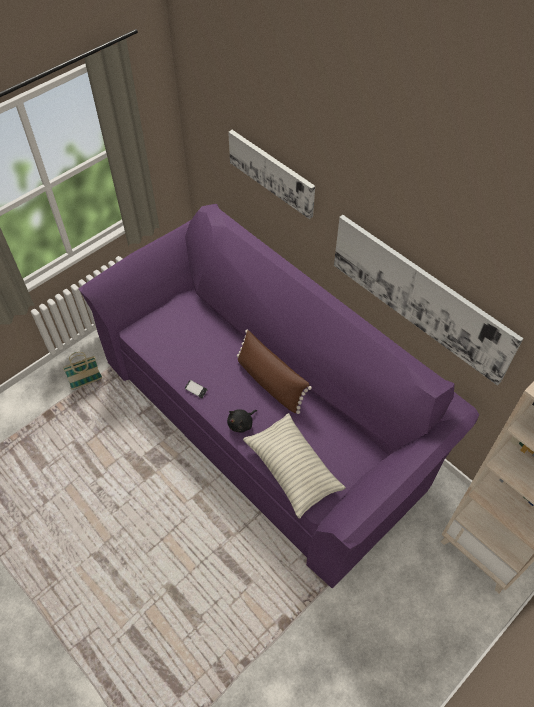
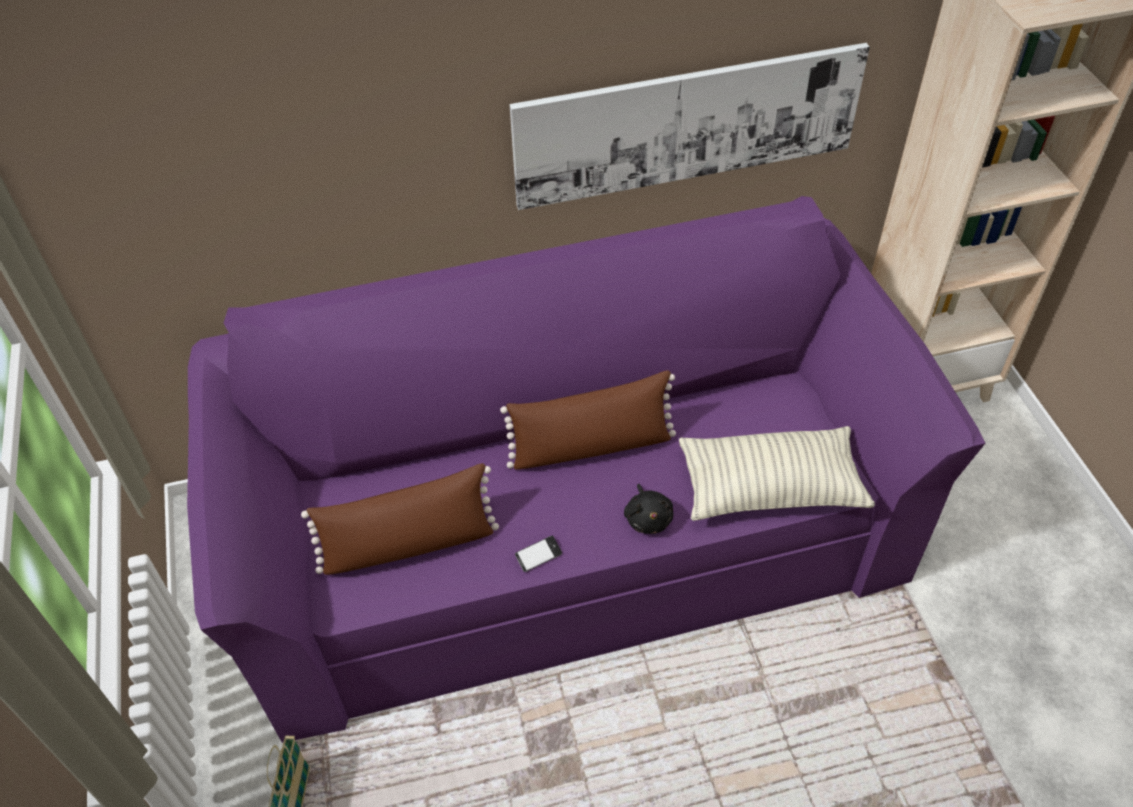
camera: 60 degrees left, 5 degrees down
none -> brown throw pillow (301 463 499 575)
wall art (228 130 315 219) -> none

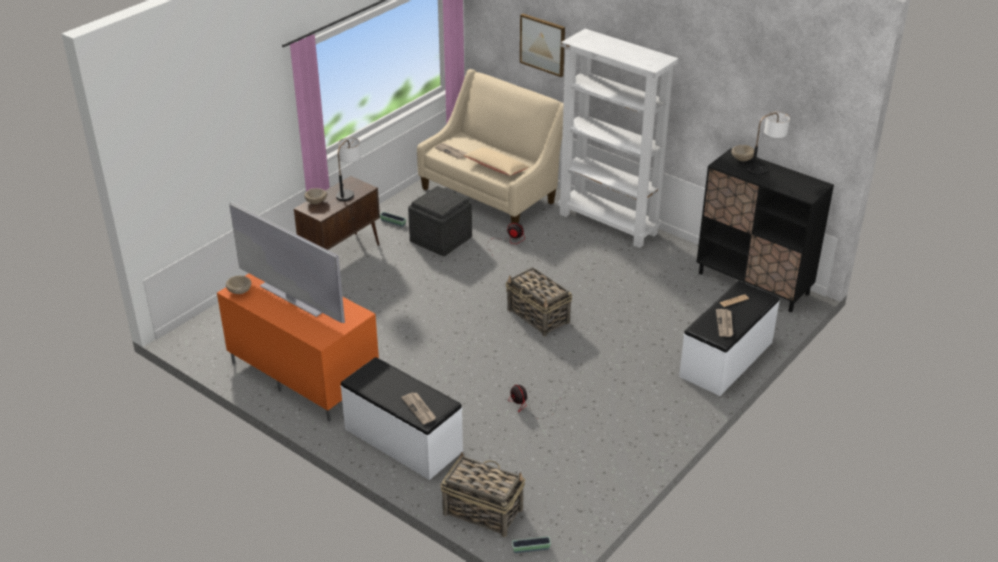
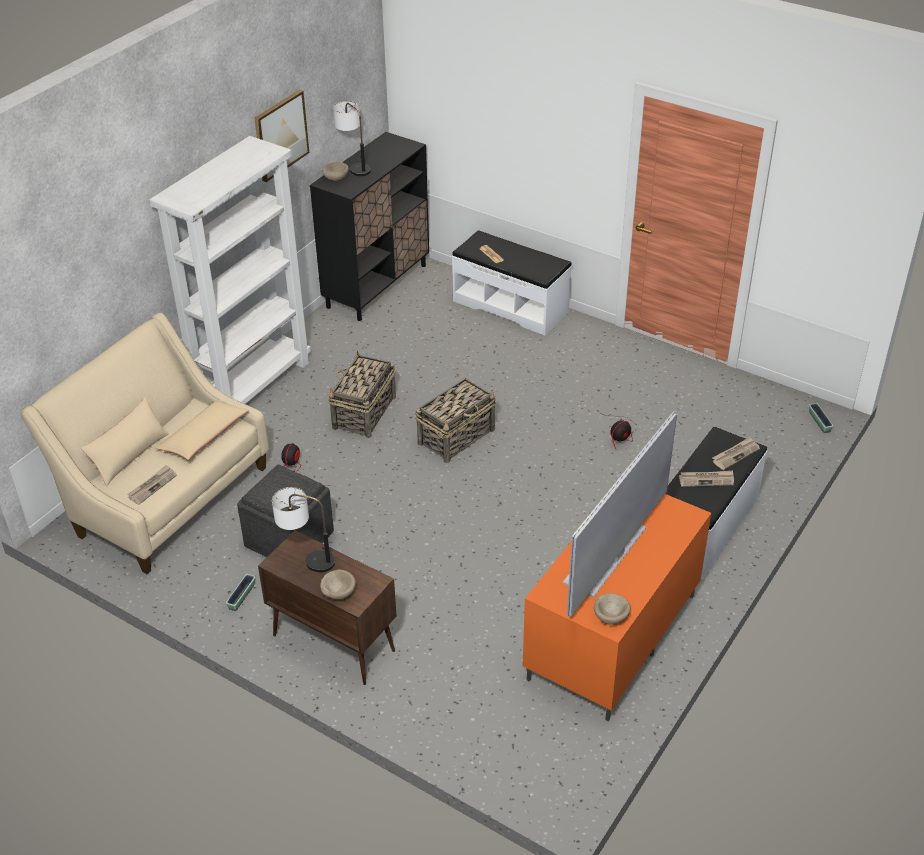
camera: 95 degrees left, 5 degrees up
none -> beige throw pillow (81 397 169 486)
wall art (520 13 565 77) -> wall art (254 90 309 182), relocated
basket (440 452 525 537) -> basket (328 351 396 438), relocated
printed paper (716 309 733 337) -> printed paper (679 471 734 487), relocated

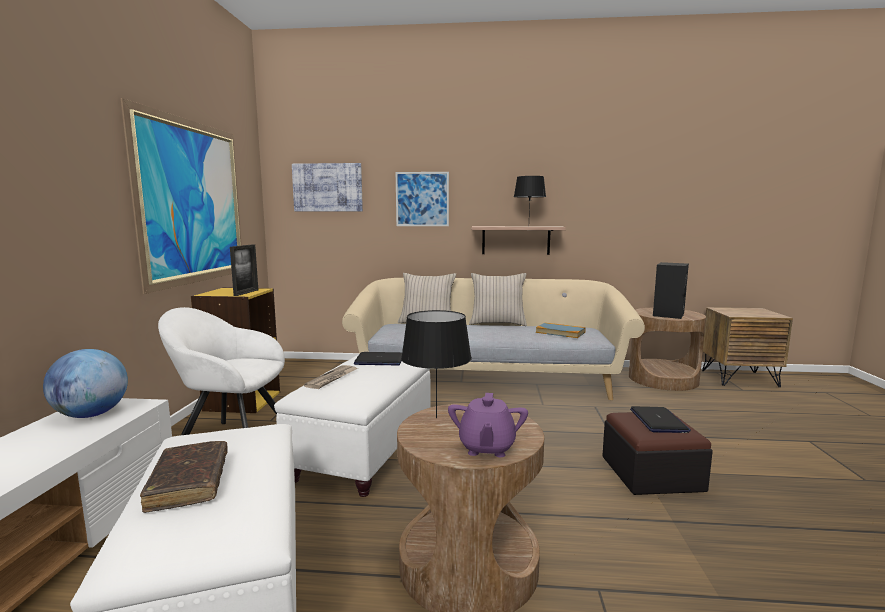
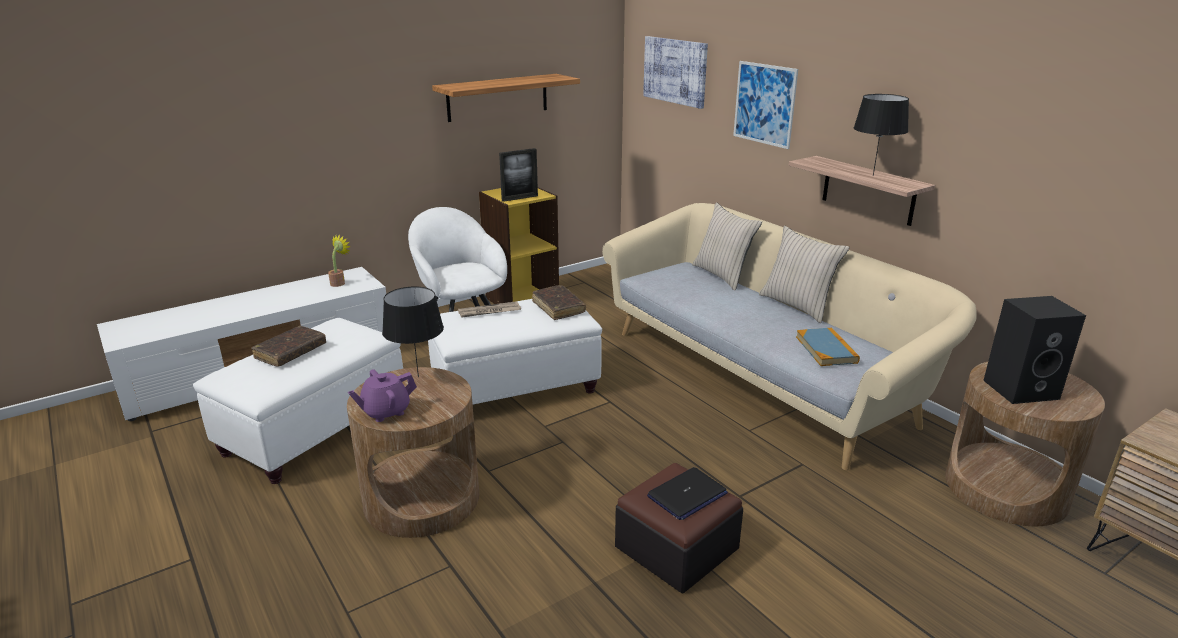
camera: 50 degrees right, 15 degrees up
world globe (43 349 128 418) -> houseplant (328 234 351 287)
wall art (121 98 242 294) -> bracket shelf (432 74 580 122)
laptop (354 352 402 365) -> brown bound book (532 285 586 320)

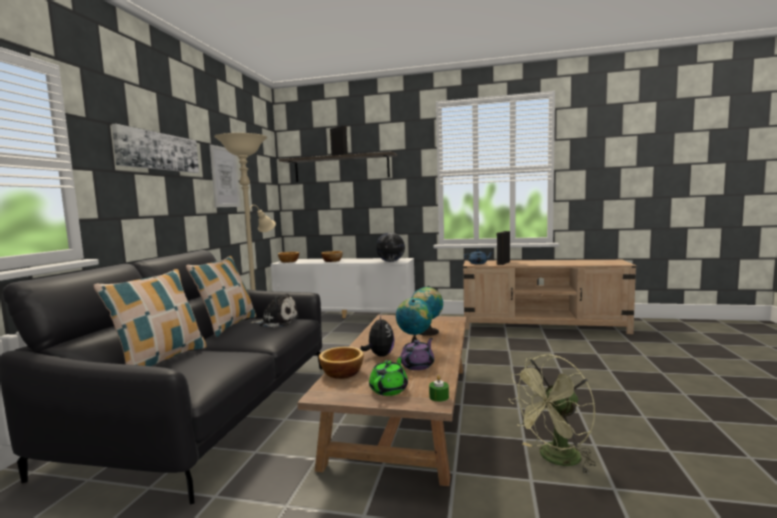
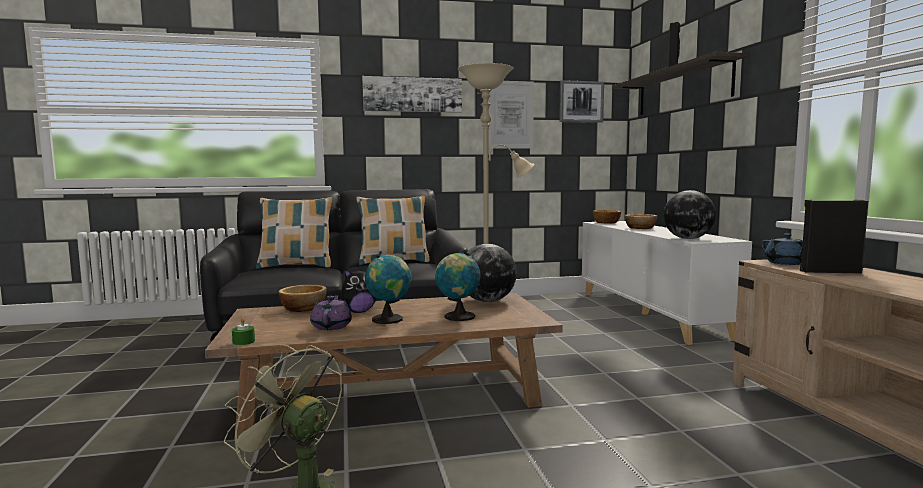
camera: 65 degrees right, 0 degrees up
purple-coloured teapot (401 338 434 370) -> purple-coloured teapot (310 295 352 330), 105 degrees counterclockwise
none -> world globe (467 244 517 302)
none -> wall art (559 80 604 123)
cuddly toy (250 294 299 327) -> none
green-coloured teapot (369 356 408 396) -> none

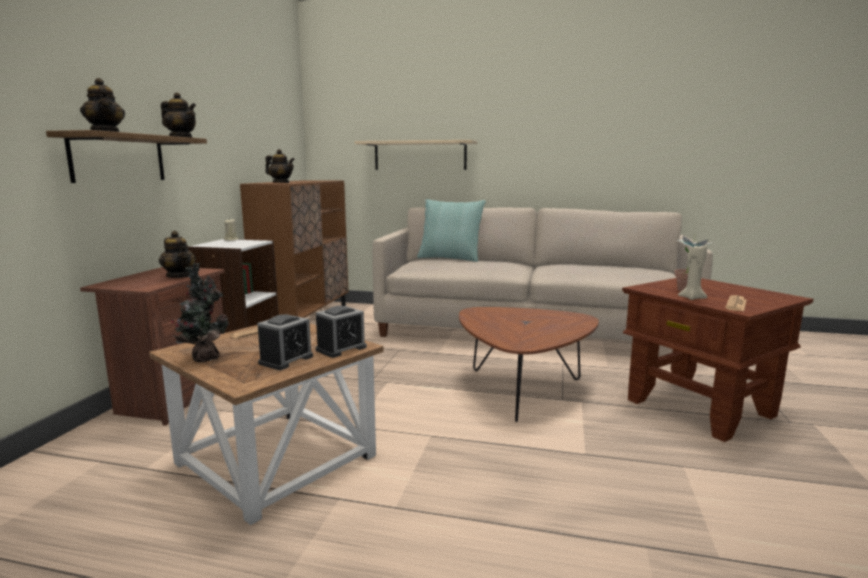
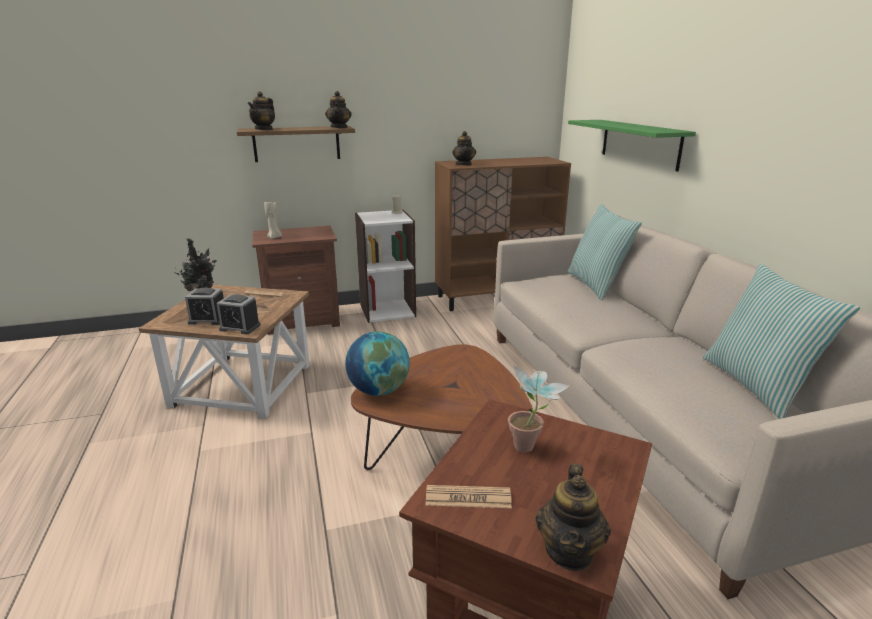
camera: 60 degrees right, 10 degrees up
beige wax candle (678 245 707 300) -> beige wax candle (264 202 282 239), relocated
none -> world globe (345 331 410 396)
teapot (159 231 196 278) -> teapot (536 463 611 571), relocated
beige bracket shelf (355 140 477 170) -> green-coloured bracket shelf (568 120 696 172)
none -> throw pillow (703 264 860 419)

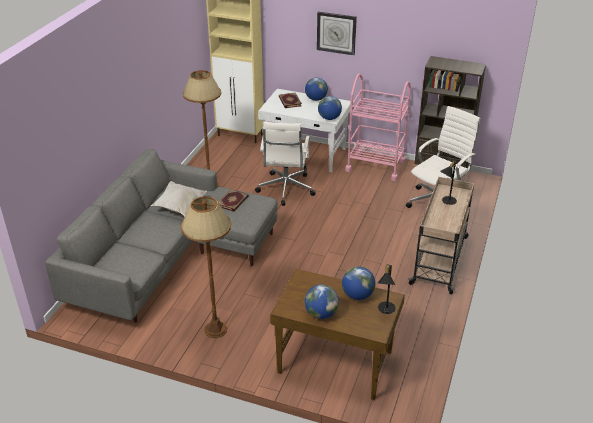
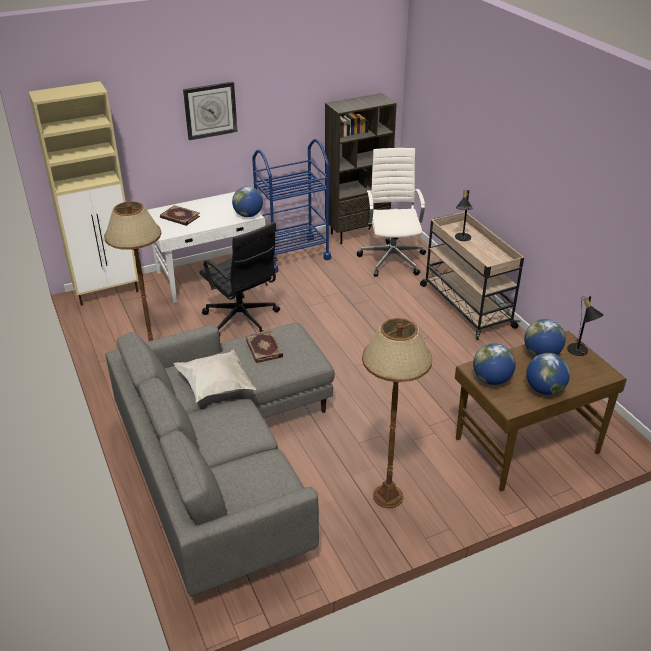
camera: 45 degrees left, 0 degrees up
white-coloured office chair (255 122 316 206) -> black office chair (199 222 280 336)
pink wheeled cart (345 74 411 181) -> bluish wheeled cart (252 139 331 273)
world globe (305 78 328 101) -> world globe (473 343 516 385), relocated

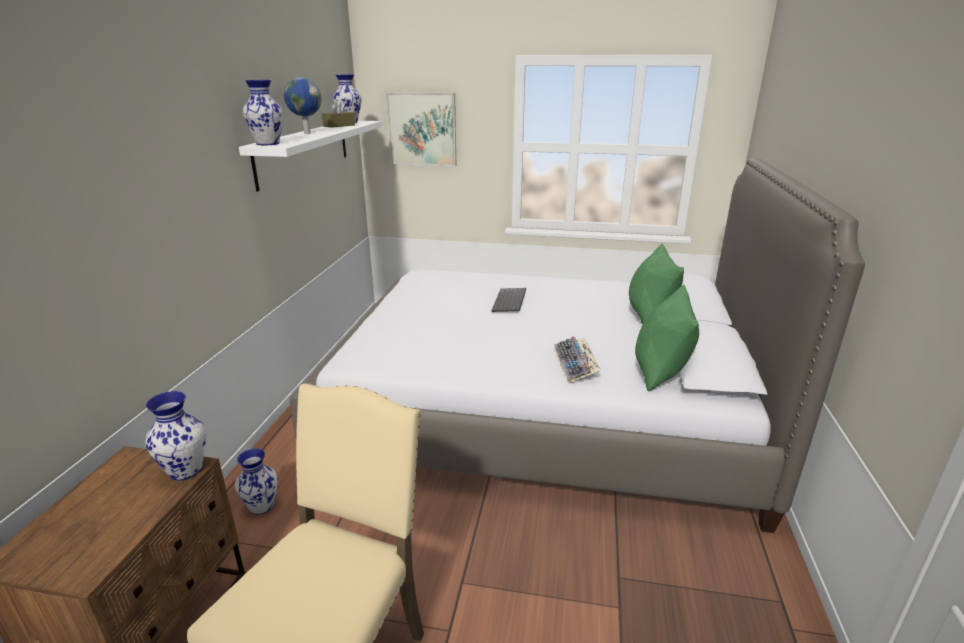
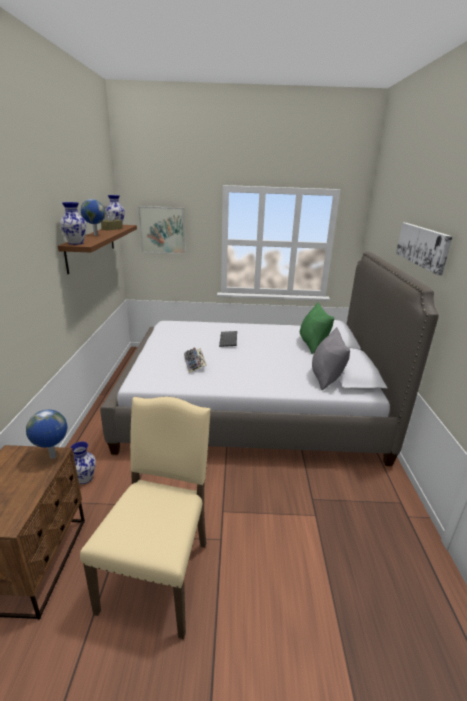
camera: 10 degrees left, 0 degrees up
decorative vase (145 391 206 481) -> world globe (26 410 68 459)
white-coloured bracket shelf (239 121 381 192) -> brown bracket shelf (58 225 137 274)
keyboard (554 336 601 383) -> keyboard (184 347 207 373), relocated
green-coloured throw pillow (635 284 699 391) -> gray throw pillow (312 327 350 390)
none -> wall art (396 223 453 275)

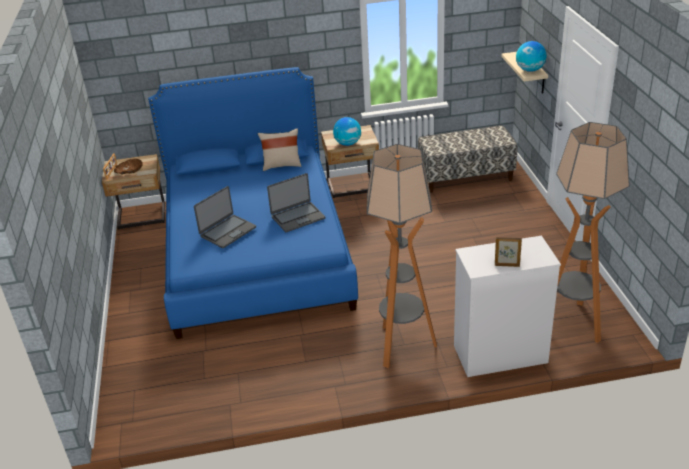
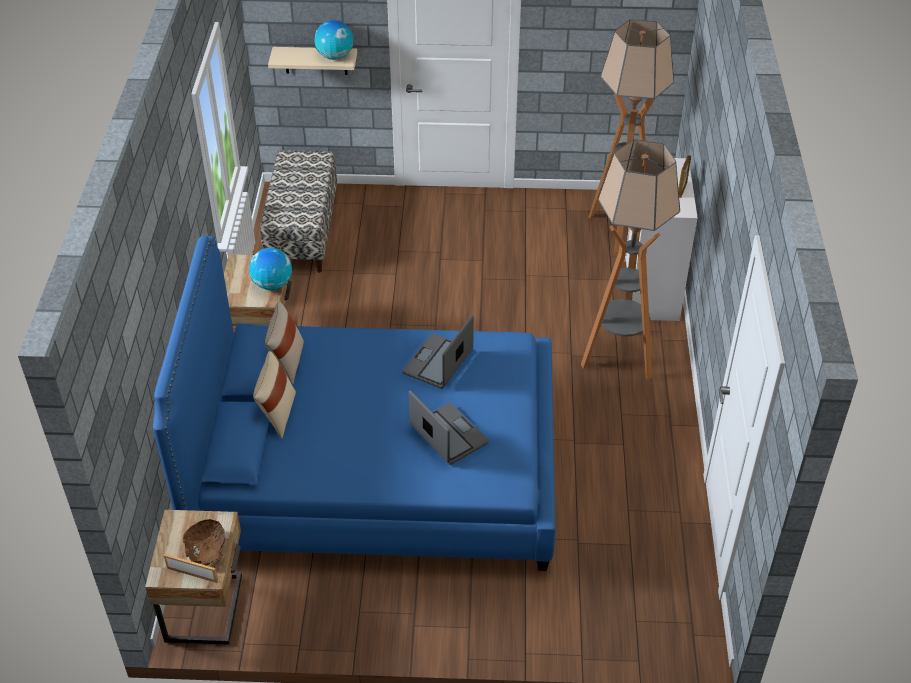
camera: 80 degrees left, 10 degrees up
none -> beige throw pillow (253 351 296 438)
laptop (267 173 326 232) -> laptop (402 315 474 389), 135 degrees counterclockwise

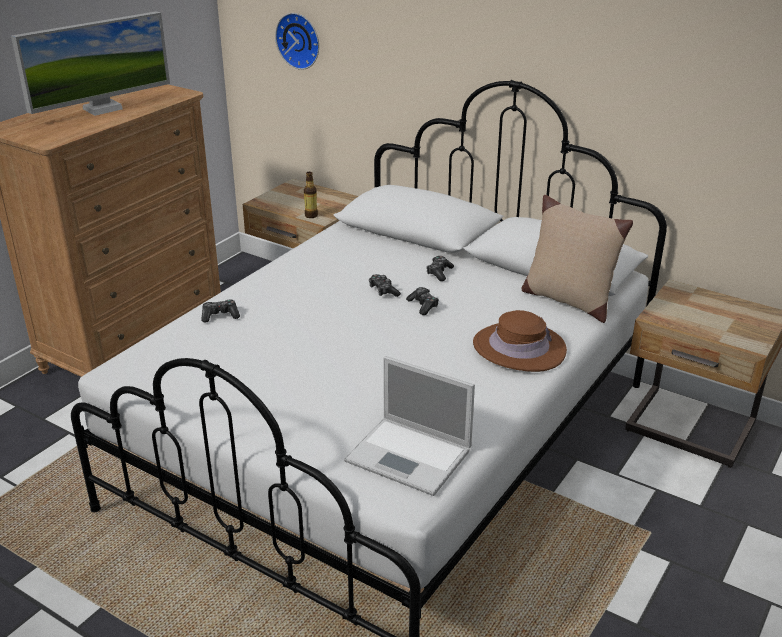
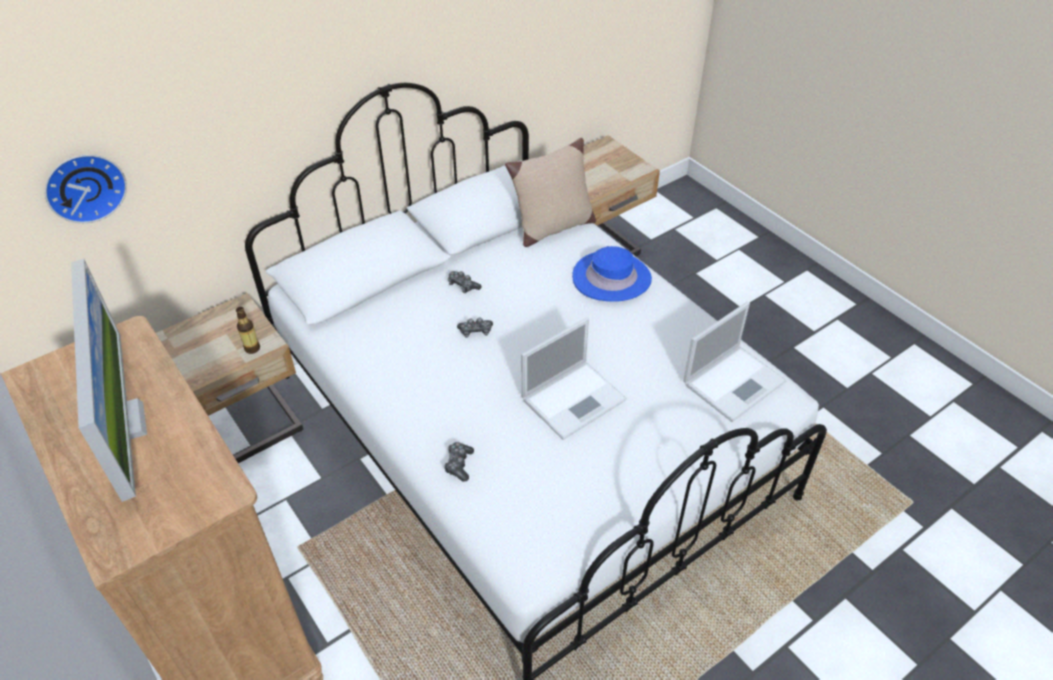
camera: 70 degrees left, 15 degrees up
none -> laptop (521 317 627 440)
brown clothing hat (473 310 567 372) -> bluish clothing hat (572 246 652 302)
joypad (406 287 439 315) -> none

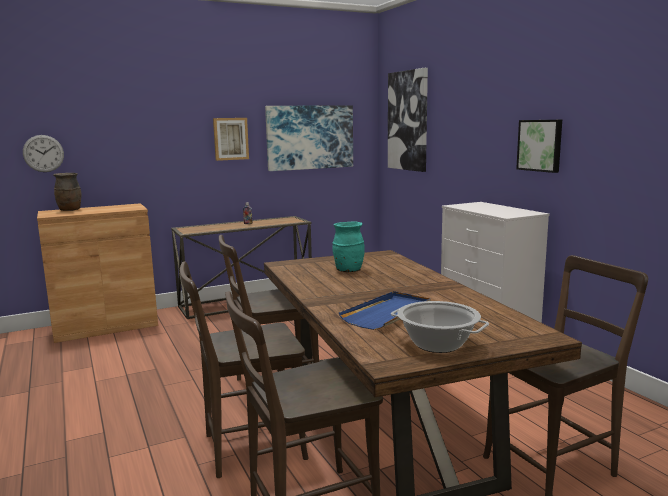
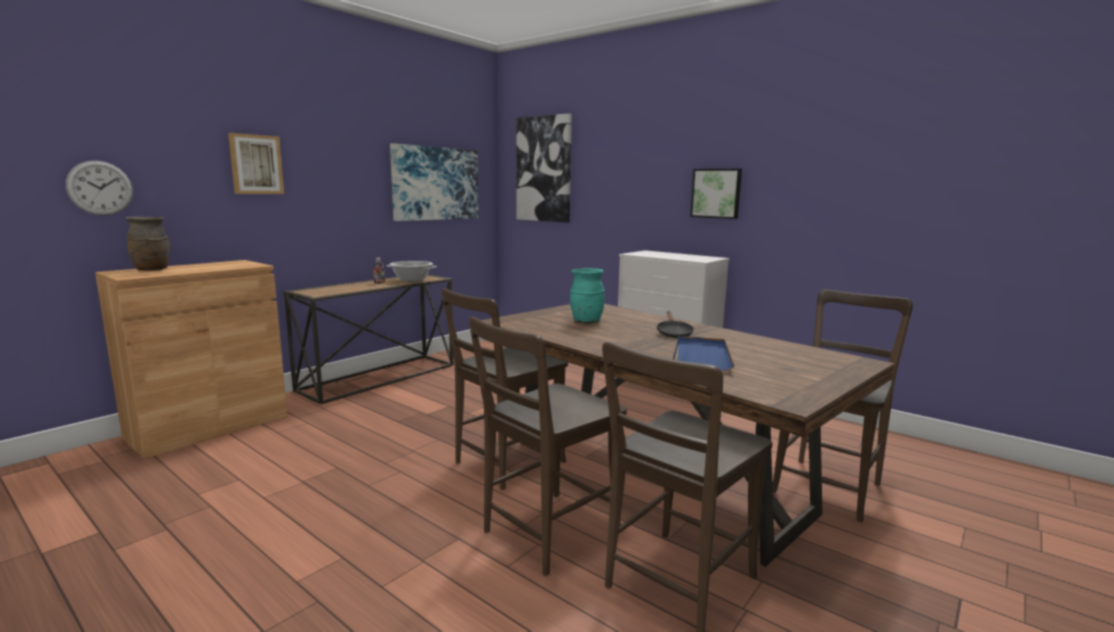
camera: 25 degrees left, 0 degrees up
wall art (213 118 249 161) -> wall art (228 133 284 194), relocated
stockpot (391 301 489 353) -> stockpot (386 261 437 282), relocated
none -> black frying pan (657 311 694 338)

